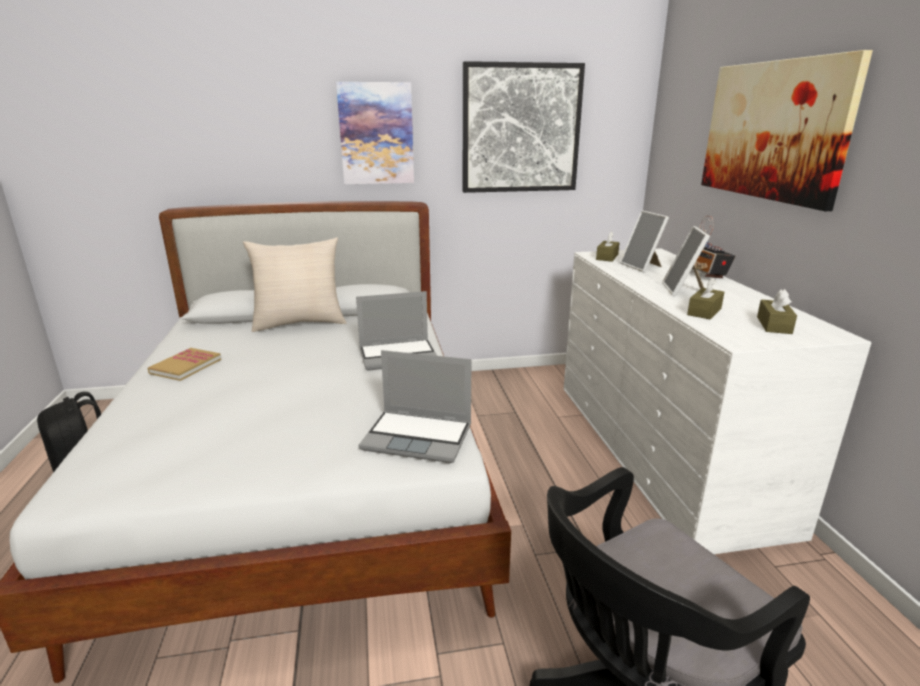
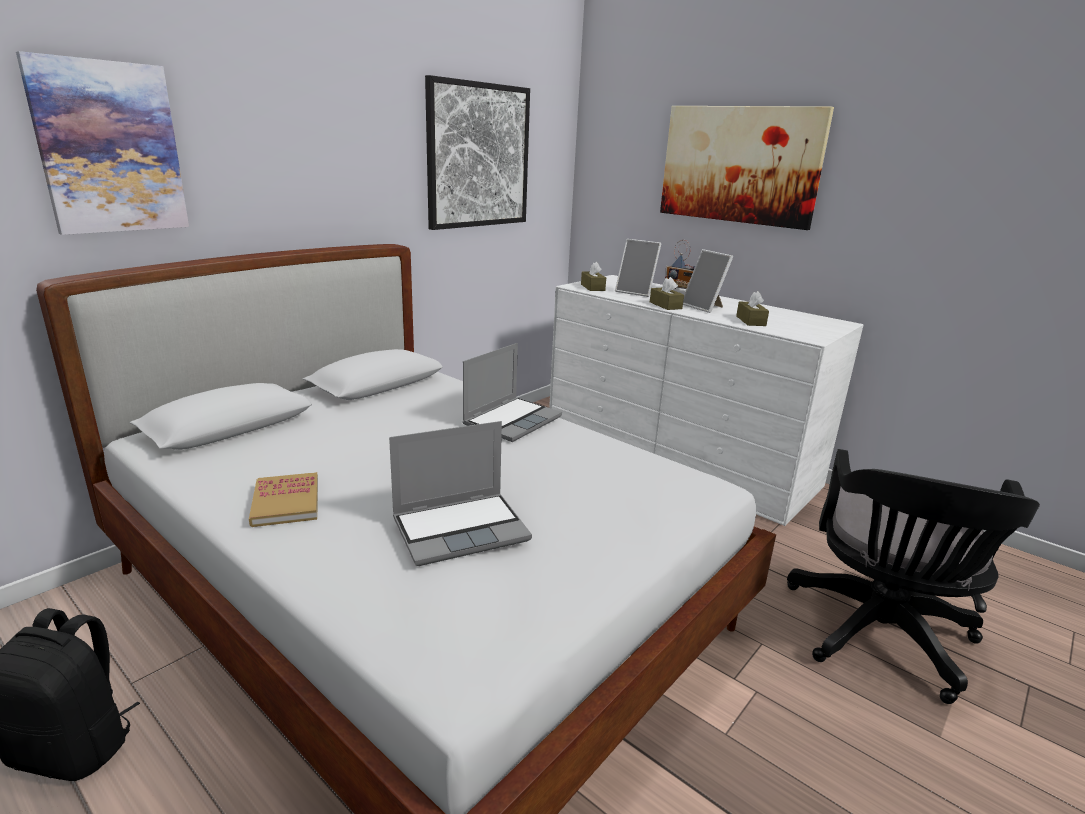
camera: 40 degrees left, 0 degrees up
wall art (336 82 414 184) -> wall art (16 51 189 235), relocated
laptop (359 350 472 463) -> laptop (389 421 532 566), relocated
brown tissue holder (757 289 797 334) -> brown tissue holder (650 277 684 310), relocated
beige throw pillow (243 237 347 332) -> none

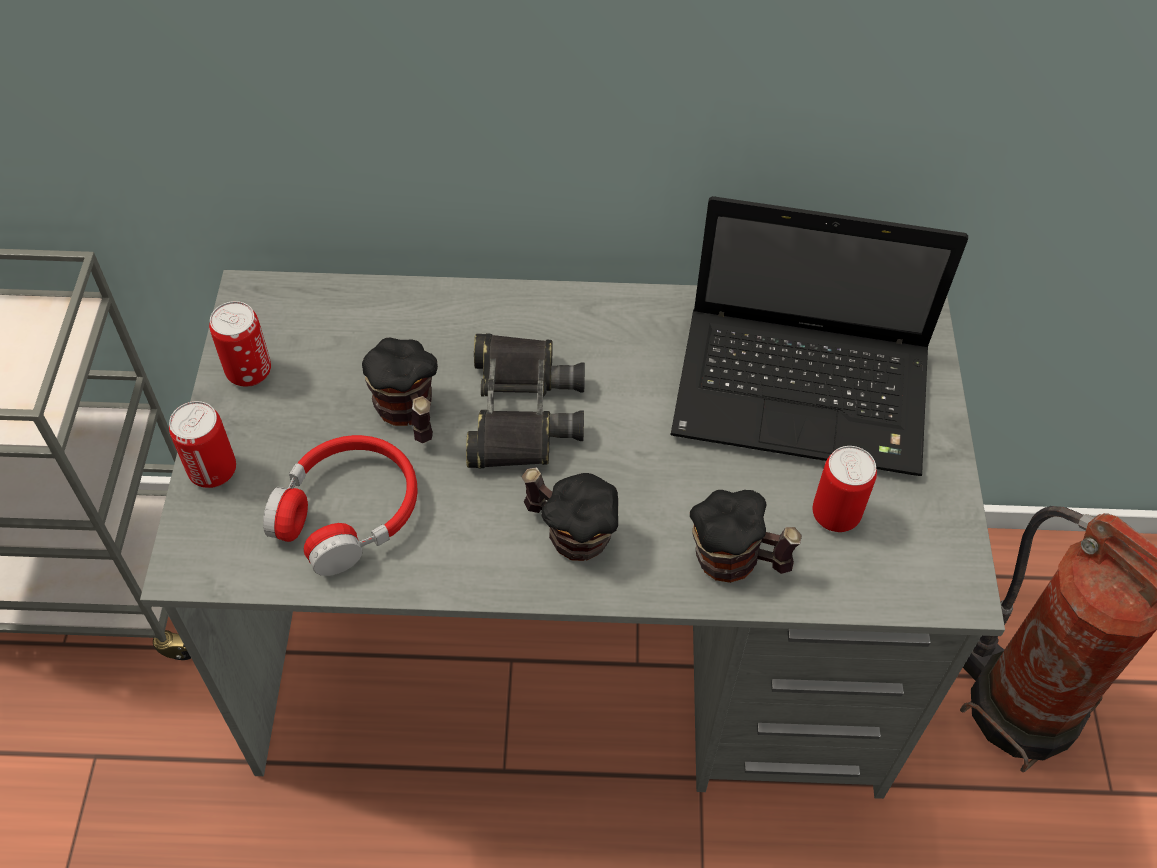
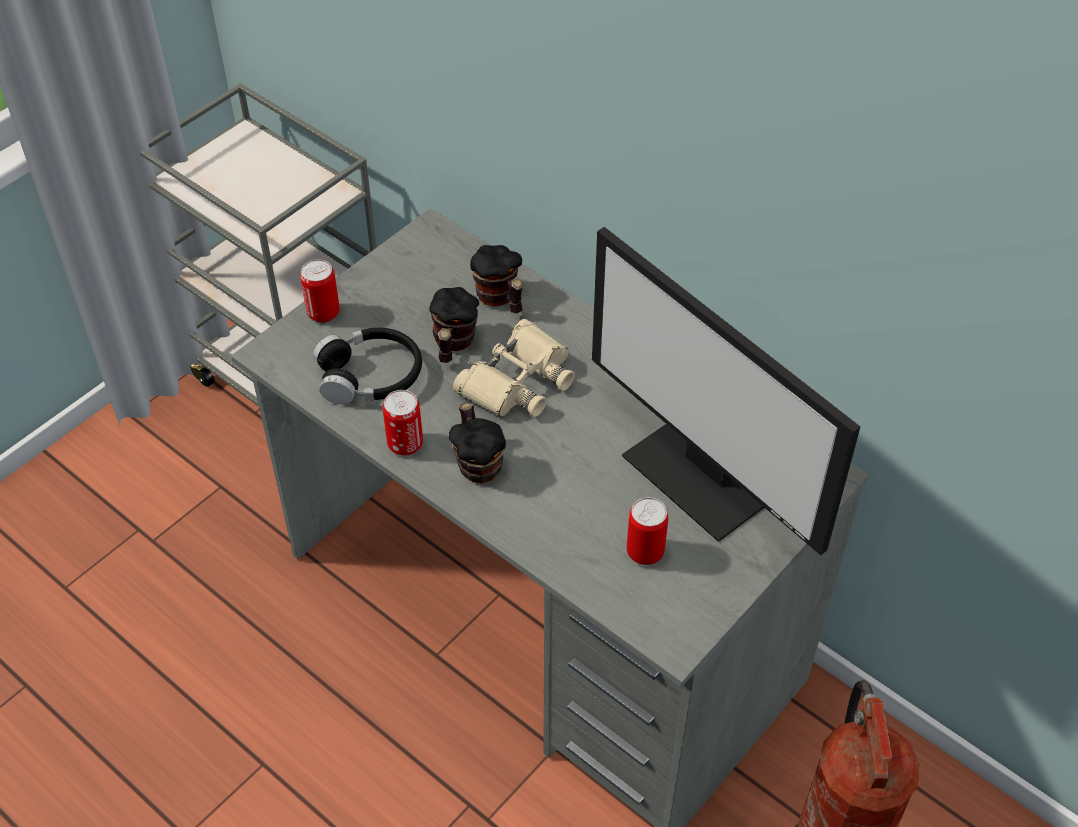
camera: 40 degrees right, 5 degrees down
reddish headset (263 435 418 576) -> black headset (313 328 422 405)
sealed can (209 301 271 387) -> sealed can (383 390 423 456), relocated
black field glasses (466 333 585 468) -> beige field glasses (453 319 575 417)
coffee mug (690 490 802 583) -> coffee mug (470 245 523 313), relocated
laptop (670 196 968 476) -> computer display (592 227 860 555)

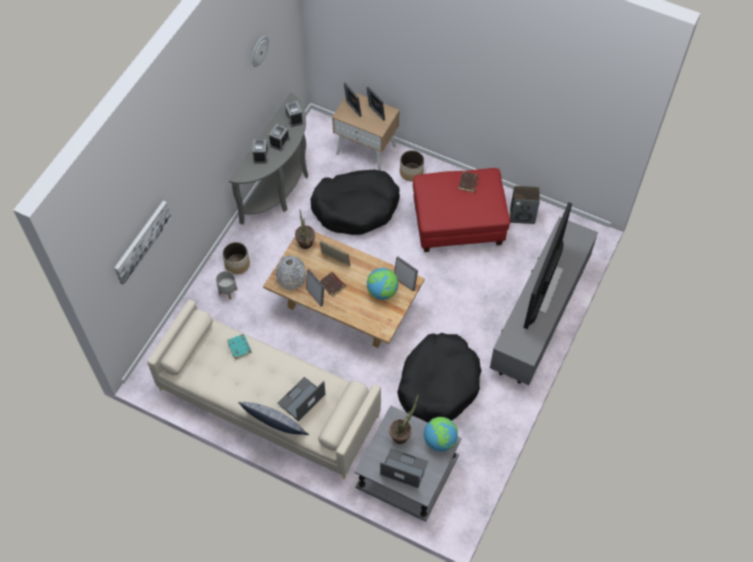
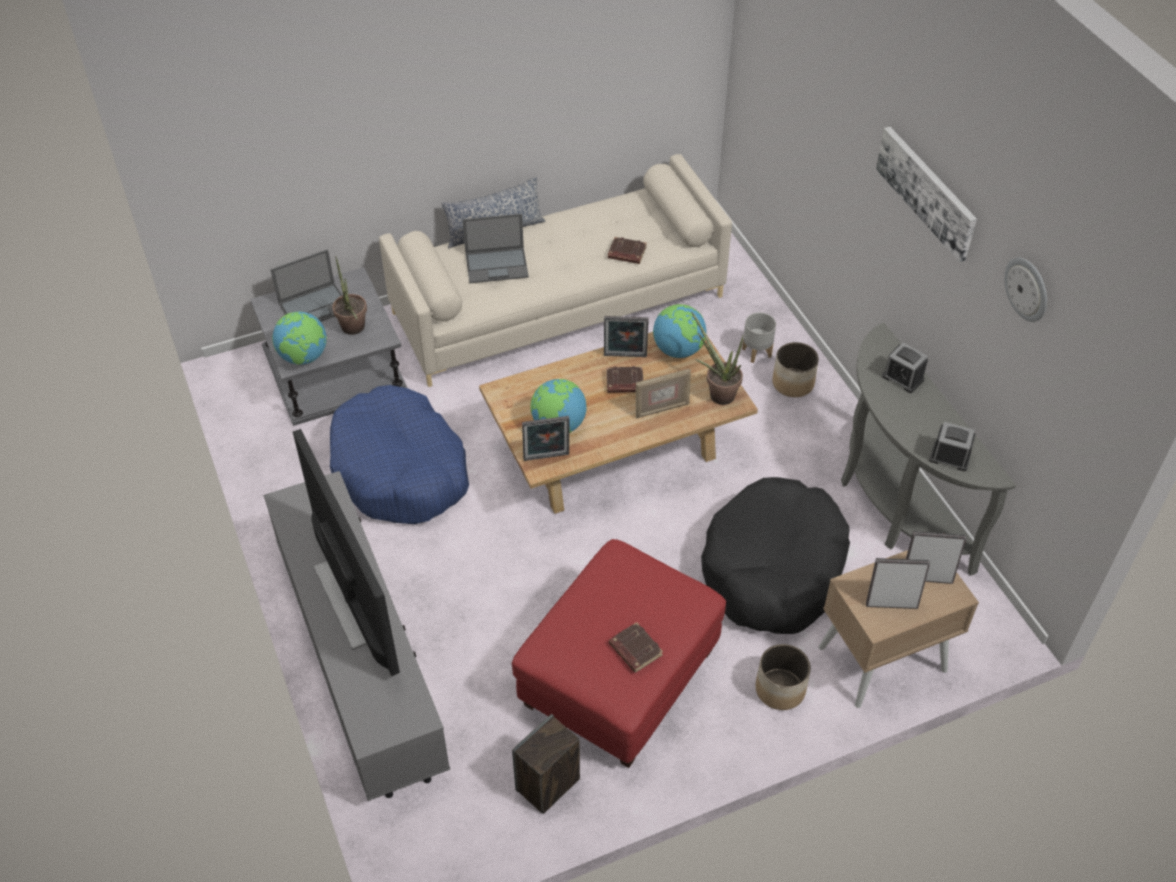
camera: 130 degrees right, 10 degrees down
black dog cushion (397 333 481 422) -> bluish dog cushion (330 385 469 524)
laptop (277 377 326 422) -> laptop (462 214 529 283), 90 degrees clockwise
turquoise-coloured bound book (227 334 252 359) -> brown bound book (608 237 647 264)
gray decorative vase (276 255 306 291) -> world globe (653 304 706 358)
wall art (114 201 171 285) -> wall art (876 127 977 262), relocated
alarm clock (269 124 290 151) -> none

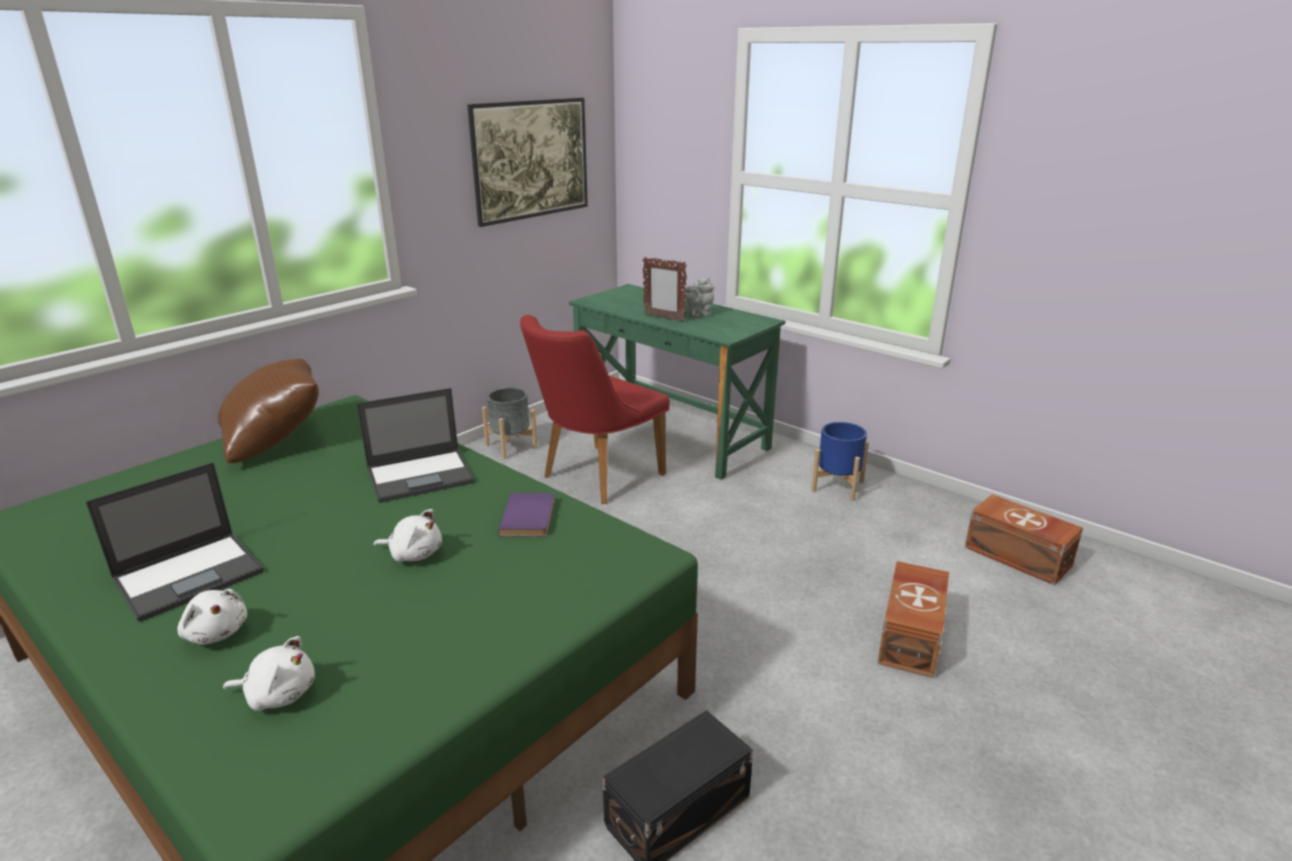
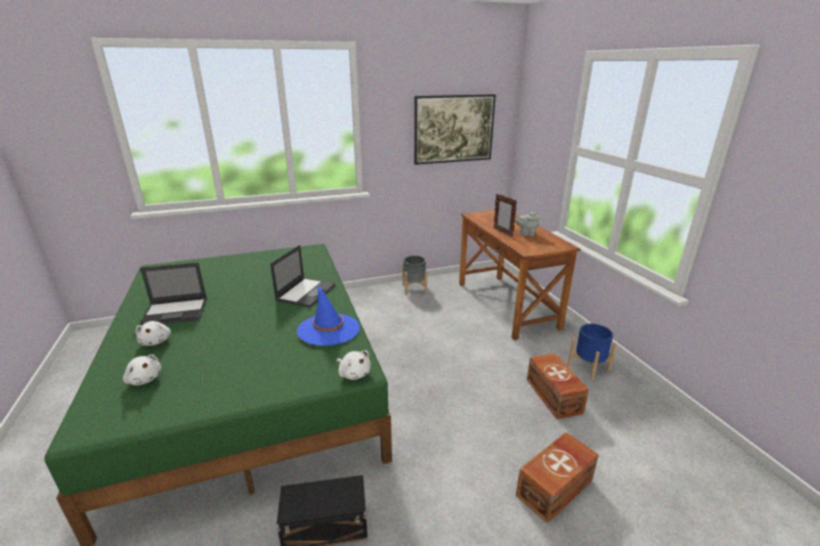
camera: 30 degrees right, 0 degrees up
laptop (357 388 475 503) -> laptop (270 245 335 307), 75 degrees counterclockwise
purple-coloured bound book (498 493 555 537) -> bluish clothing hat (297 286 360 346)
white-coloured cuddly toy (374 509 442 562) -> white-coloured cuddly toy (336 350 371 380), relocated
green-coloured desk table (569 284 785 480) -> brown desk table (459 210 581 340)
brown storage container (965 494 1083 585) -> brown storage container (527 353 589 419), relocated
brown throw pillow (218 359 319 463) -> none
reddish plain chair (520 315 670 504) -> none

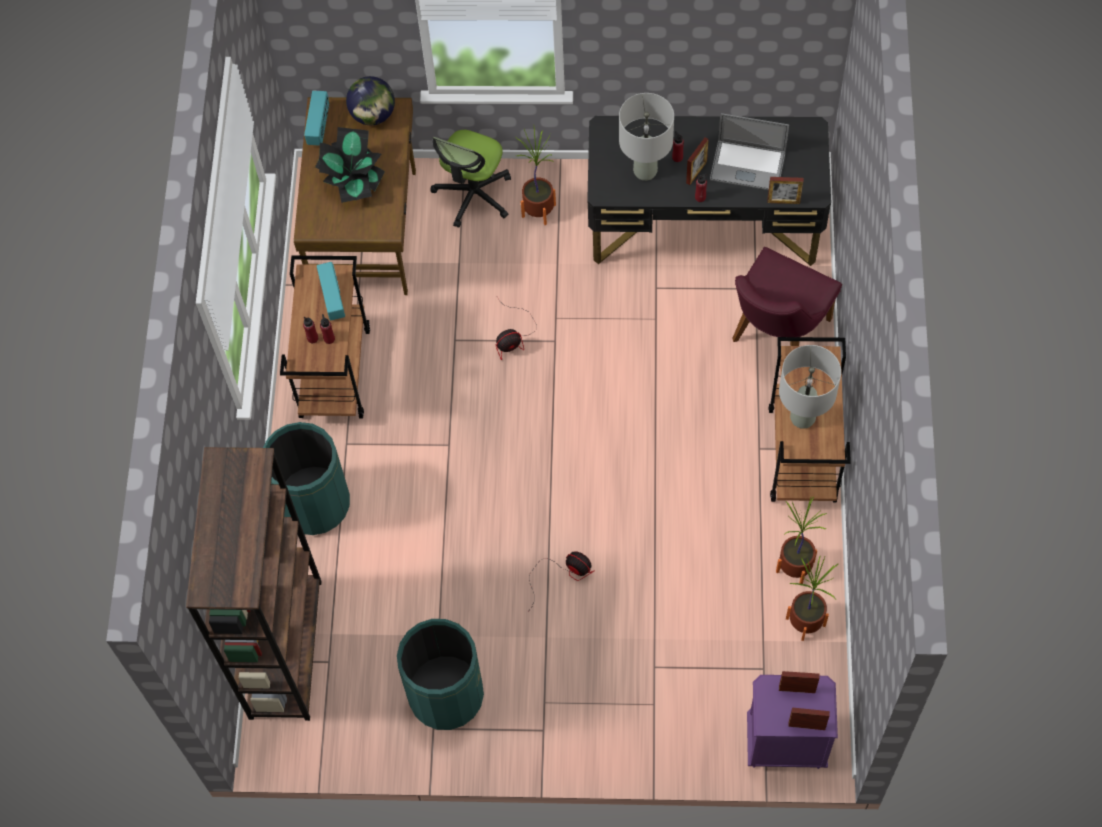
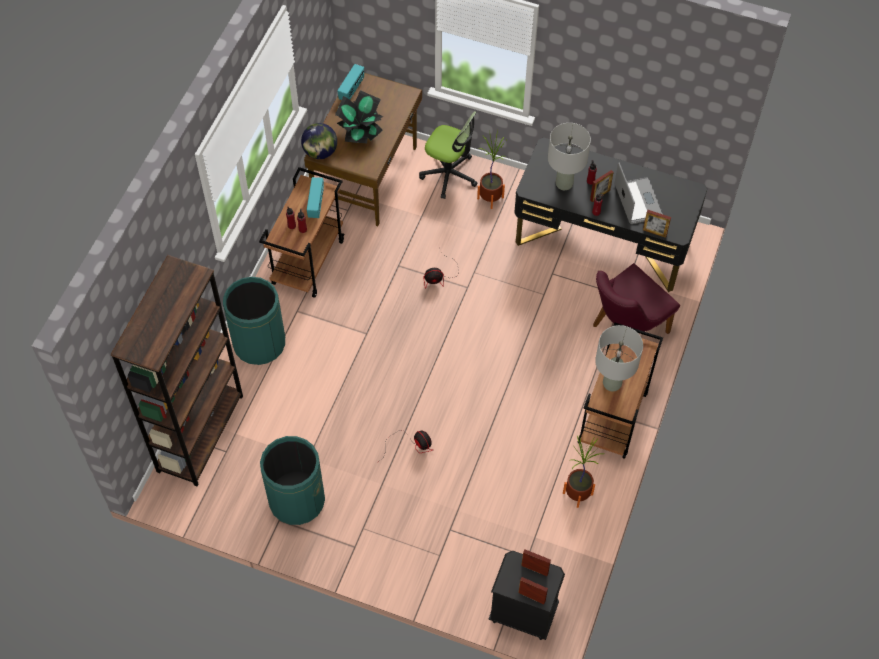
camera: 15 degrees right, 5 degrees down
world globe (346 76 395 125) -> world globe (301 123 337 159), relocated
office chair (430 130 511 228) -> office chair (419 111 477 199), 105 degrees counterclockwise
purple-coloured nightstand (747 675 838 769) -> black nightstand (489 551 565 640)
laptop (710 113 789 190) -> laptop (614 162 663 224), 135 degrees counterclockwise
houseplant (786 556 839 641) -> none

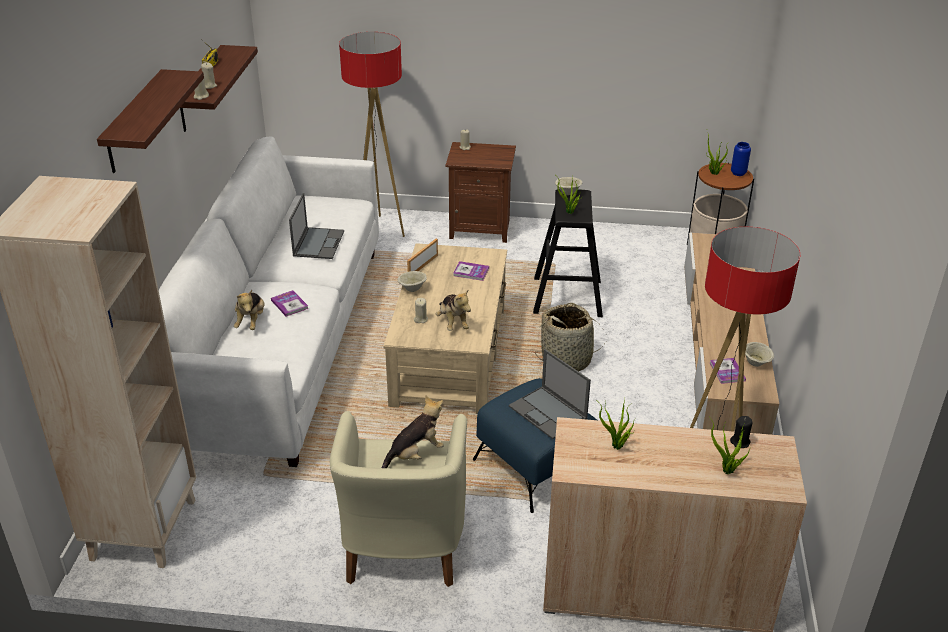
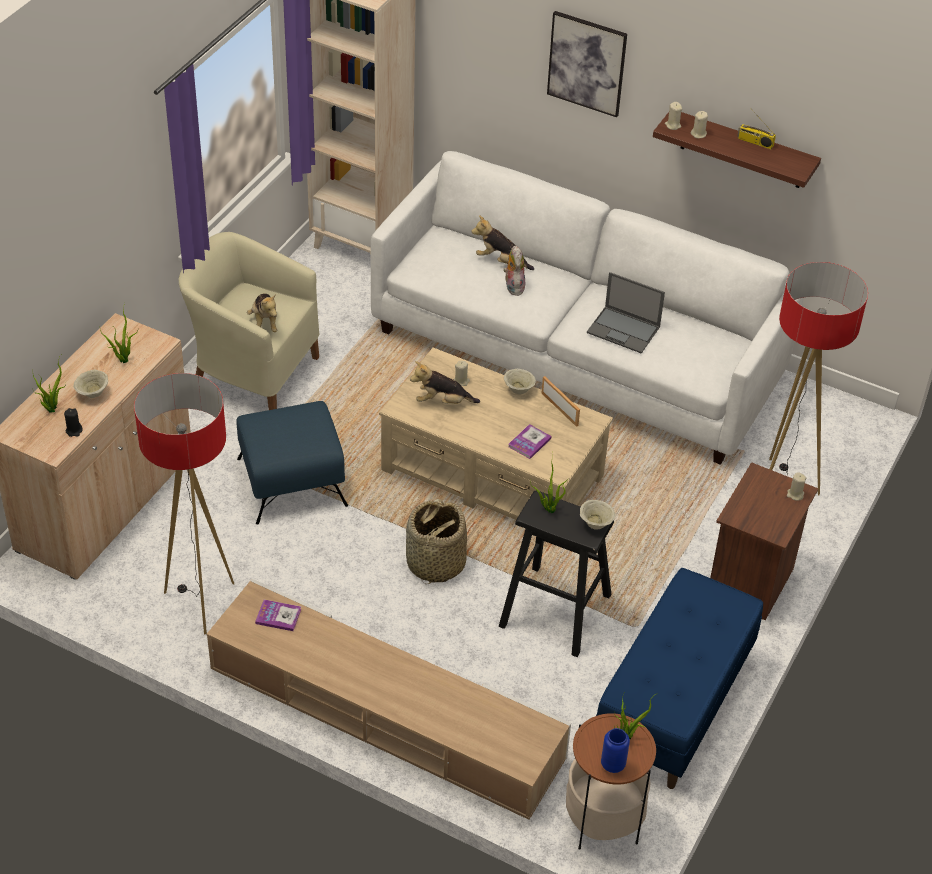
camera: 110 degrees right, 10 degrees up
beige deep dish (745 342 774 367) -> beige deep dish (73 369 108 398), relocated
bound book (271 290 308 317) -> cuddly toy (503 246 525 296)
bracket shelf (97 69 204 173) -> wall art (547 11 627 117)
none -> bluish long seat (596 568 763 789)
laptop (509 349 591 439) -> none

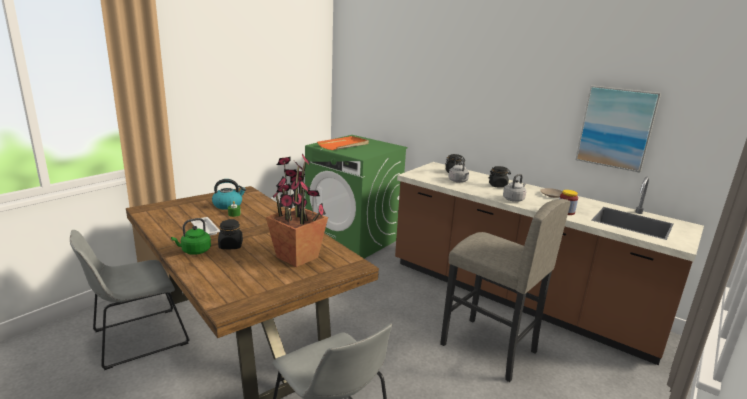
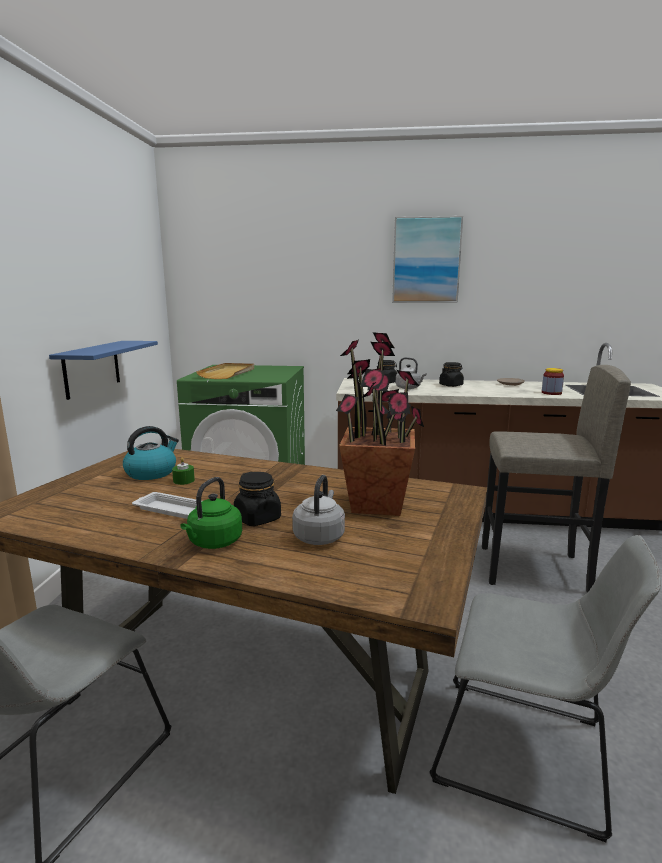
camera: 30 degrees left, 5 degrees down
none -> bluish bracket shelf (49 341 158 400)
orangey carrying tray (317 136 369 150) -> beige carrying tray (196 363 254 379)
gray kettle (503 174 526 202) -> gray kettle (292 475 345 545), relocated
wall art (575 85 661 173) -> wall art (392 216 463 303), relocated

